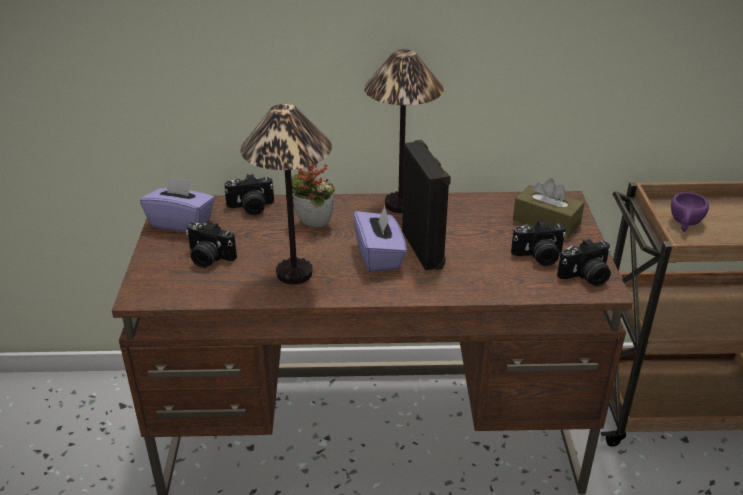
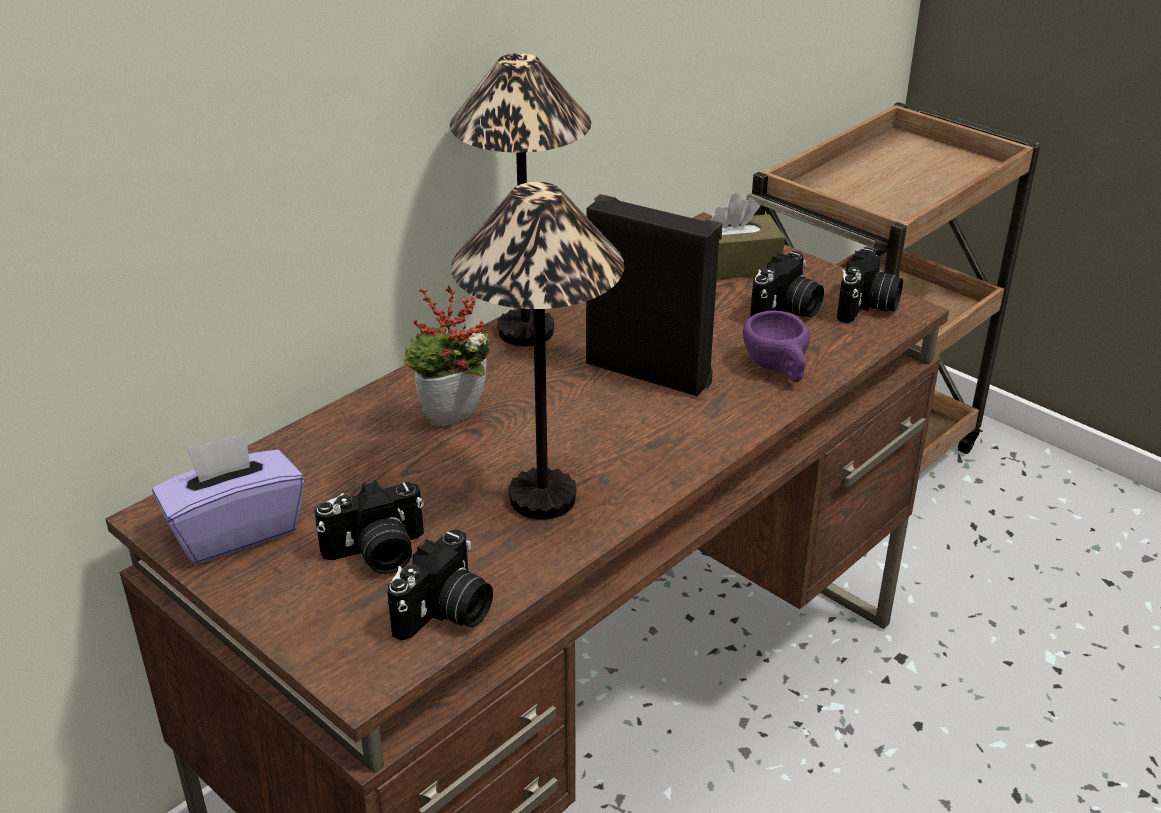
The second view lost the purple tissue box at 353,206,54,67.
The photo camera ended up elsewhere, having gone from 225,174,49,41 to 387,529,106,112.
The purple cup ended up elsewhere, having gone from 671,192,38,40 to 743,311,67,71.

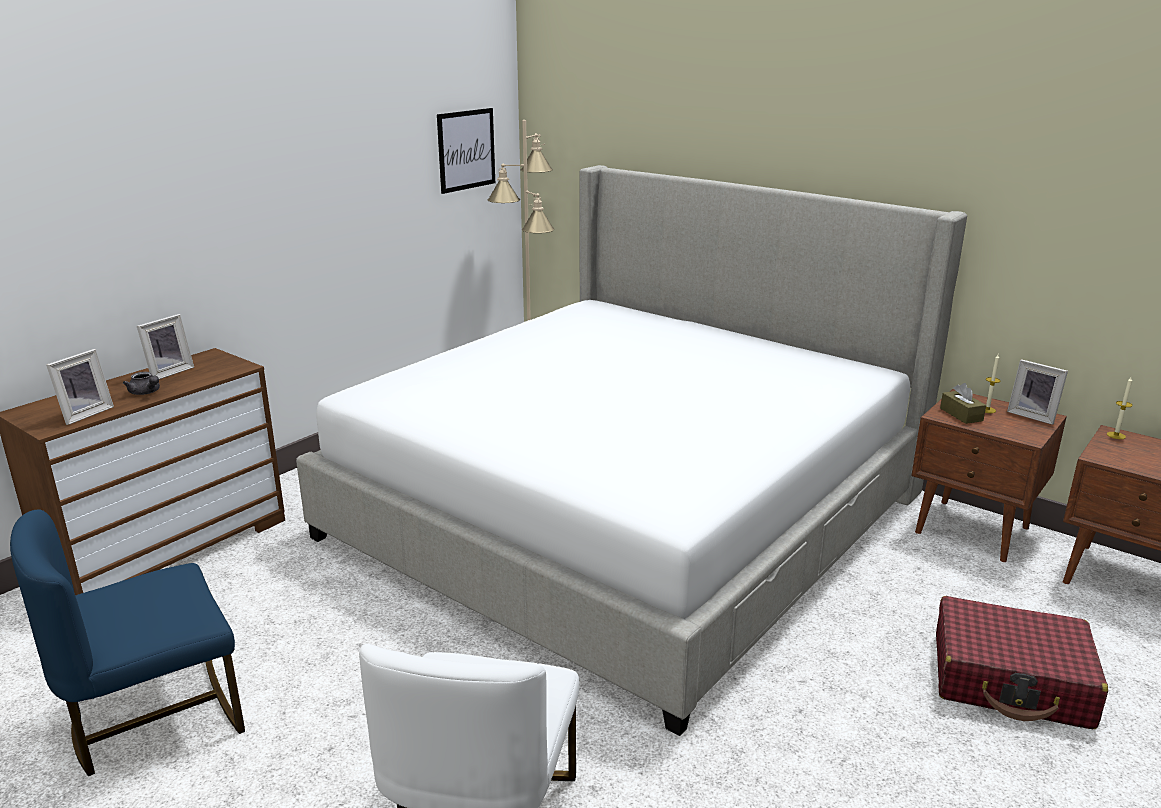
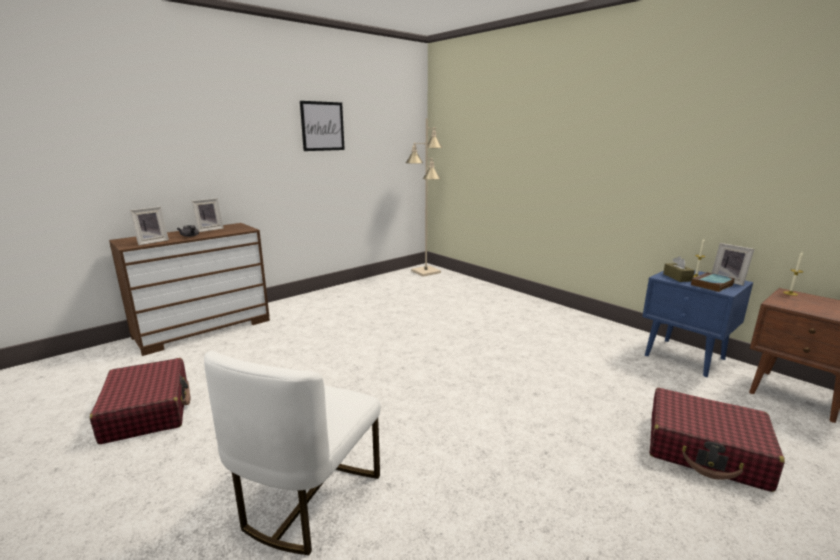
The second view lost the bed at 296,165,671,571.
The second view gained the book at 691,272,44,20.
The picture ended up elsewhere, having gone from 437,108,58,86 to 300,101,45,50.
Where the blue chair stood at 10,509,235,267, the red suitcase came to stand at 90,358,100,86.
What was the brown nightstand at 911,389,156,173 turned into the blue nightstand at 642,270,111,107.

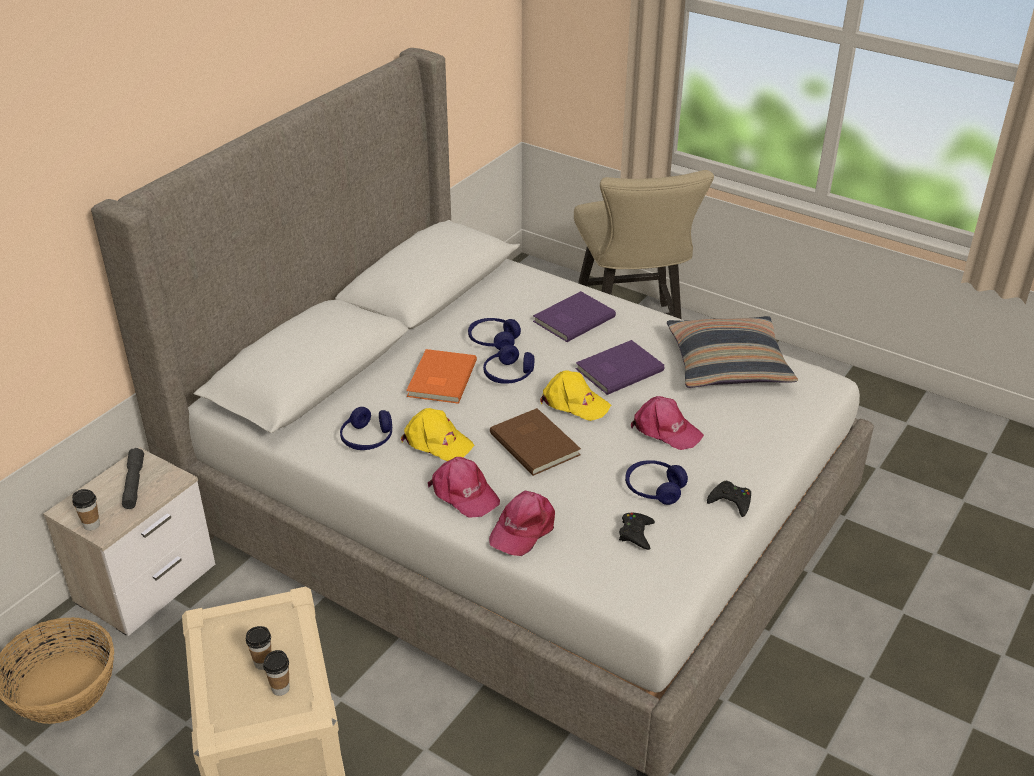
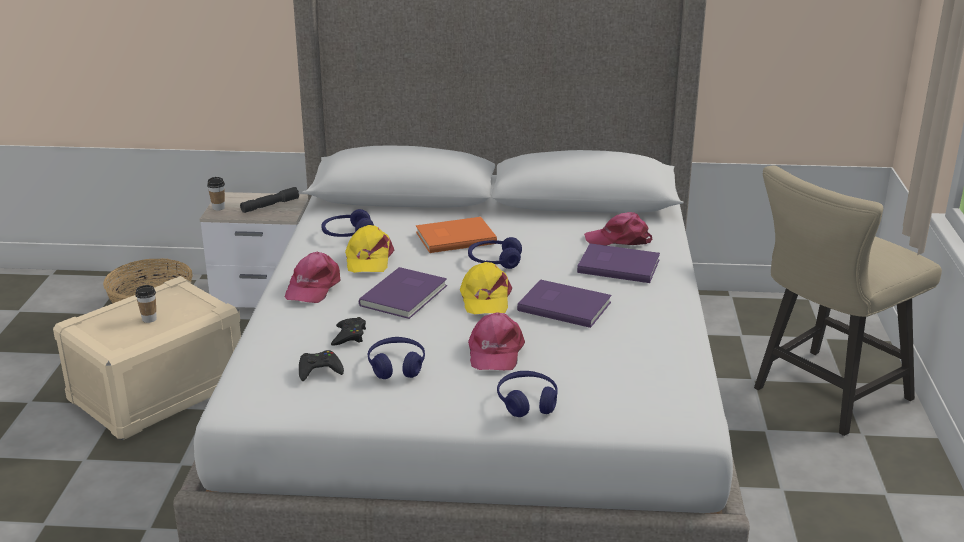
The second view lost the cup at 263,650,27,46.
The second view lost the pillow at 667,316,131,72.
The blue headphones ended up elsewhere, having gone from 468,318,53,32 to 497,371,61,46.
The pink cap ended up elsewhere, having gone from 489,491,66,65 to 584,212,68,34.
The black game controller ended up elsewhere, having gone from 707,481,44,36 to 331,317,35,29.
What was the brown book at 490,408,91,68 turned into the purple book at 359,267,88,52.

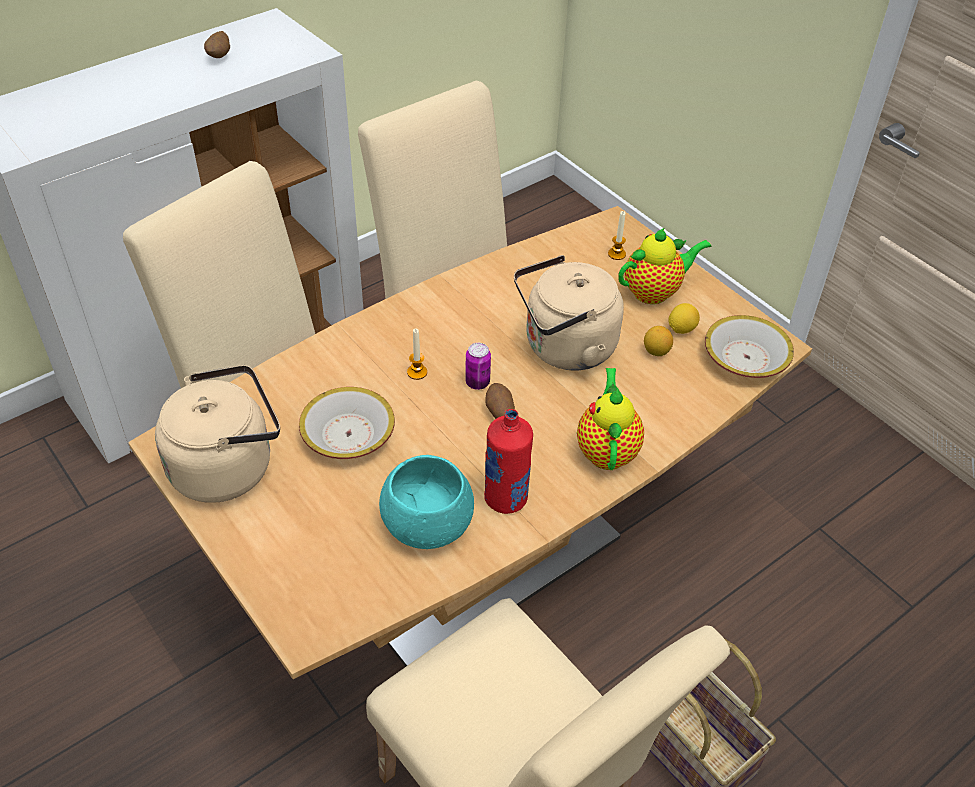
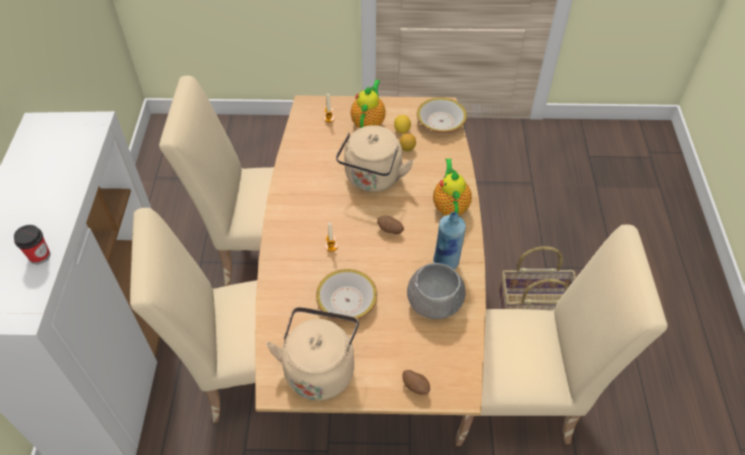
The second view lost the can at 465,343,26,47.
The second view gained the cup at 14,225,36,39.
The potato ended up elsewhere, having gone from 204,31,26,27 to 402,370,28,25.
What was the turquoise bowl at 379,455,95,94 turned into the grey bowl at 407,263,59,56.
What was the red bottle at 484,409,49,105 turned into the blue bottle at 433,212,33,57.
The teapot at 577,368,67,102 ended up facing another way, 45 degrees clockwise from before.

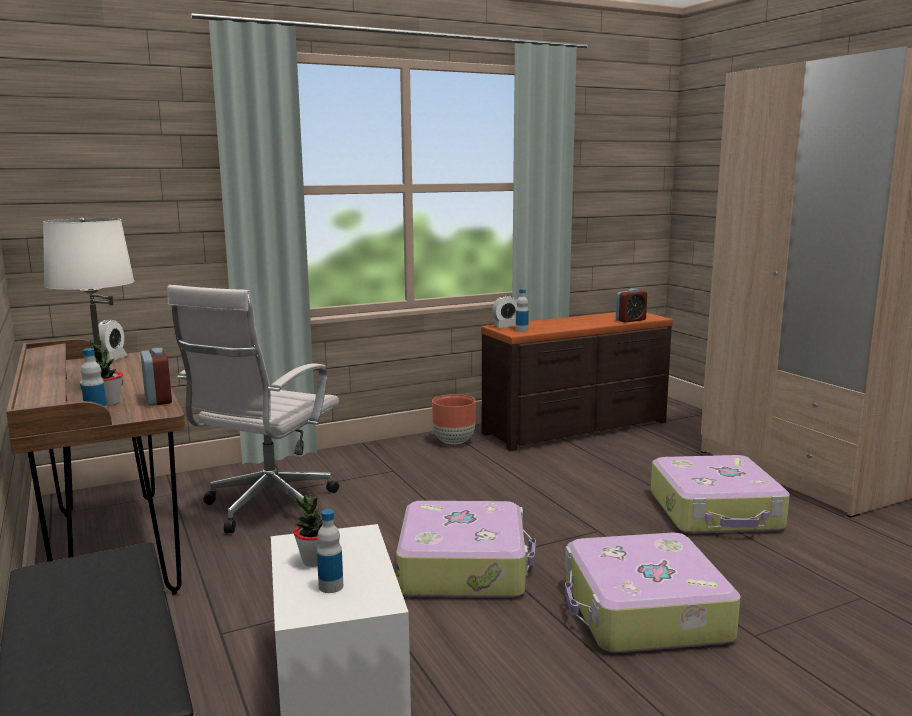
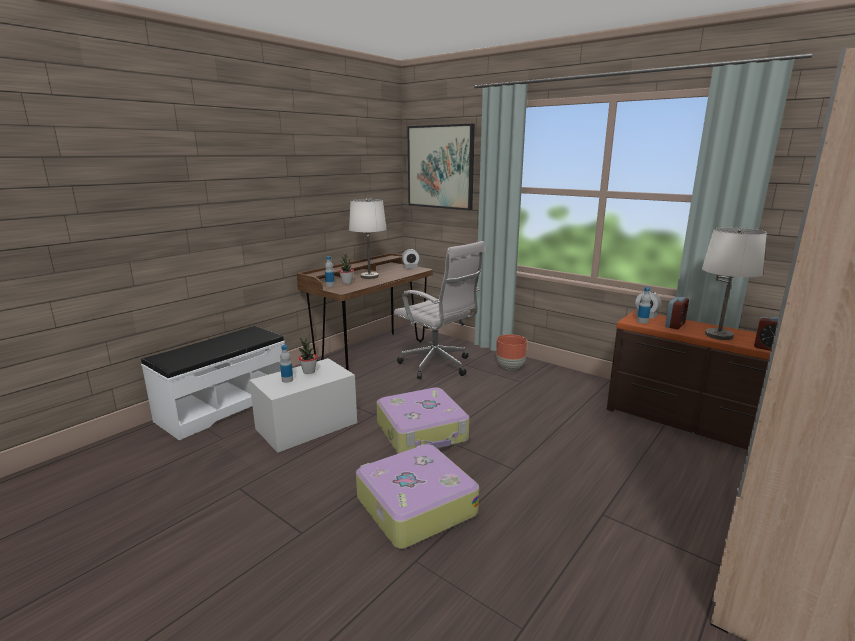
The second view lost the suitcase at 651,455,139,79.
The second view gained the picture at 407,124,68,86.
The second view gained the white table lamp at 702,228,65,112.
The alarm clock ended up elsewhere, having gone from 140,348,32,58 to 665,297,24,32.
The brown planter ended up elsewhere, having gone from 432,394,44,50 to 496,335,31,35.
The white office chair at 167,285,172,248 ended up facing another way, 135 degrees counterclockwise from before.

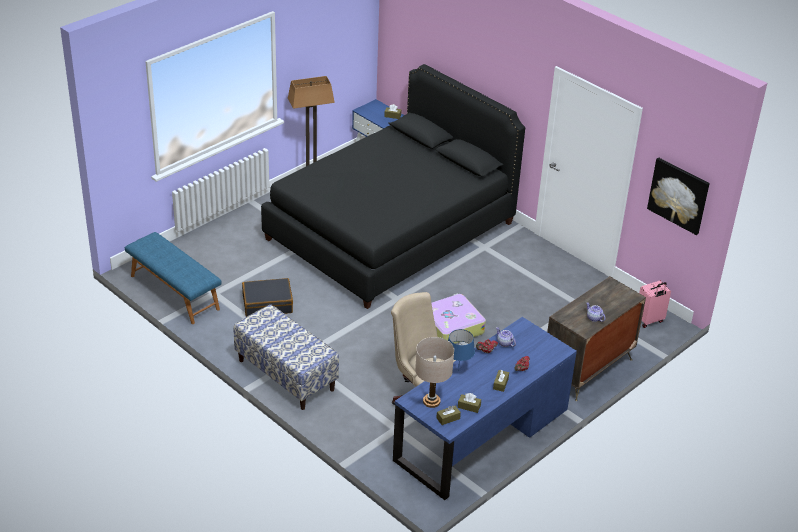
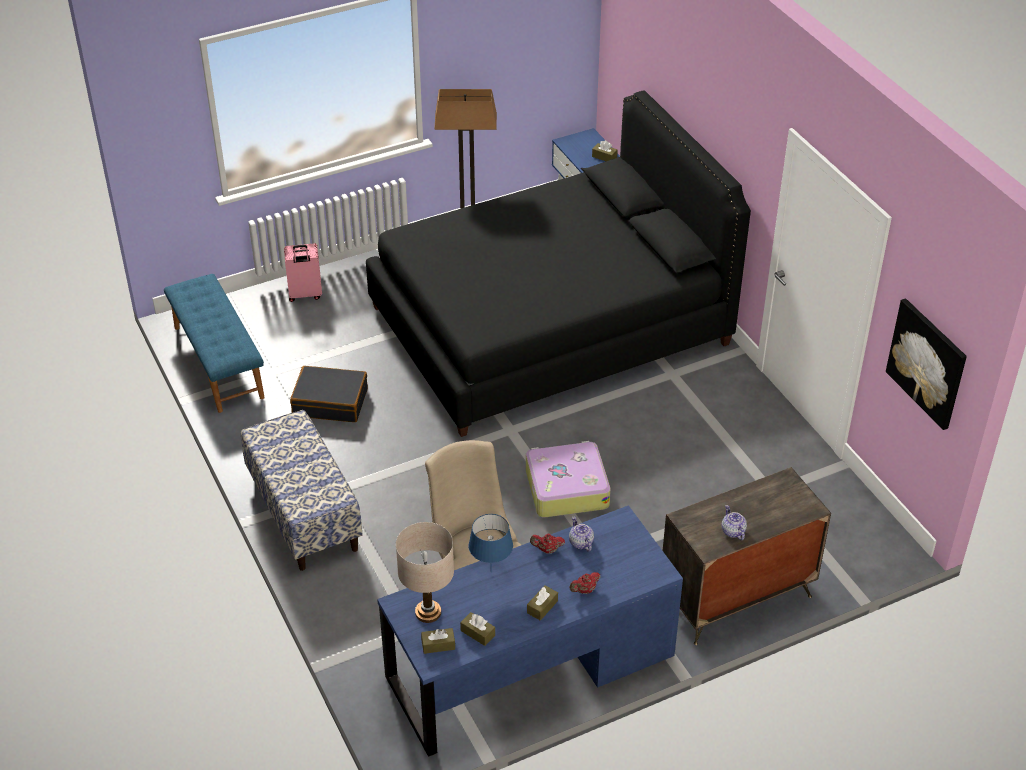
The pink suitcase ended up elsewhere, having gone from 639,281,32,47 to 284,243,38,59.

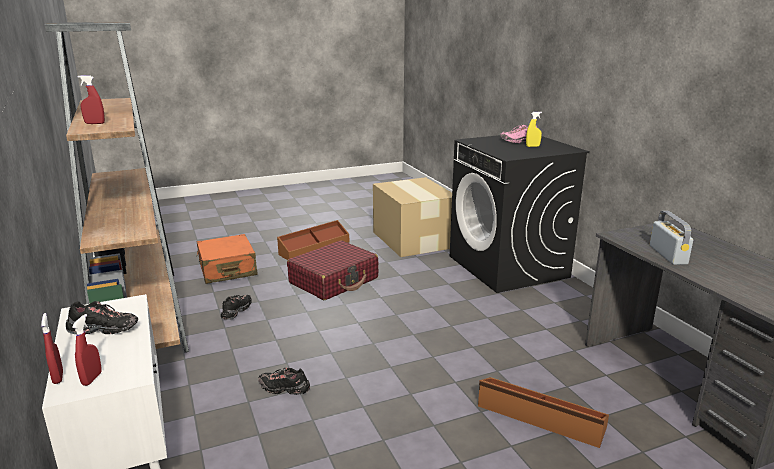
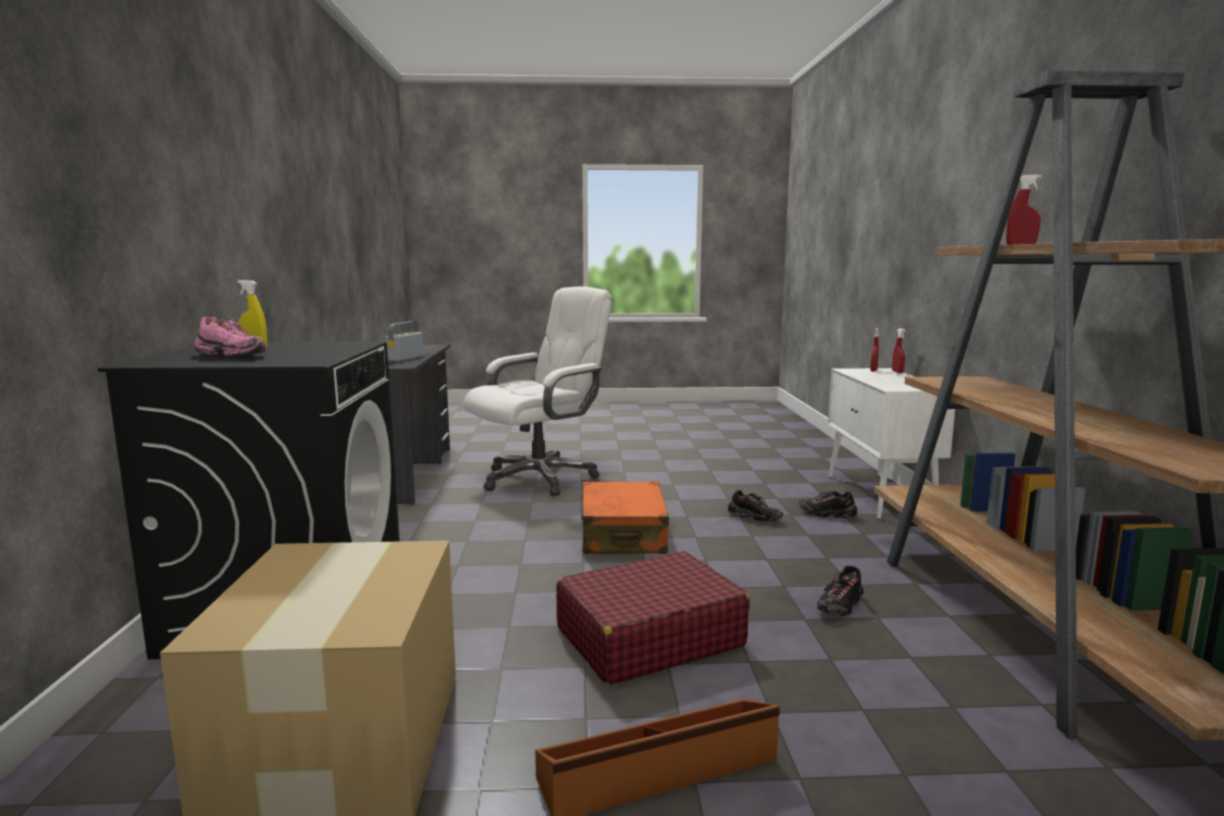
The black shoe ended up elsewhere, having gone from 66,301,72,33 to 799,491,58,27.
The orange suitcase ended up elsewhere, having gone from 197,234,61,50 to 581,482,89,72.
Where the brown storage box stood at 478,377,131,71, the white office chair came to stand at 464,286,148,210.

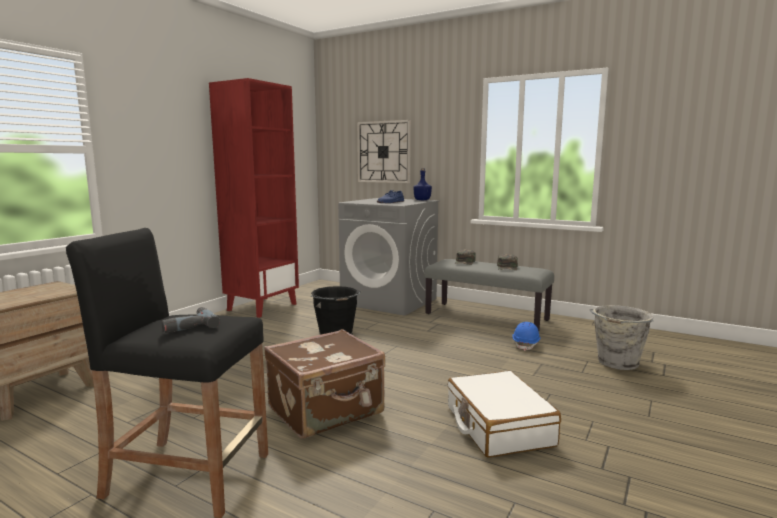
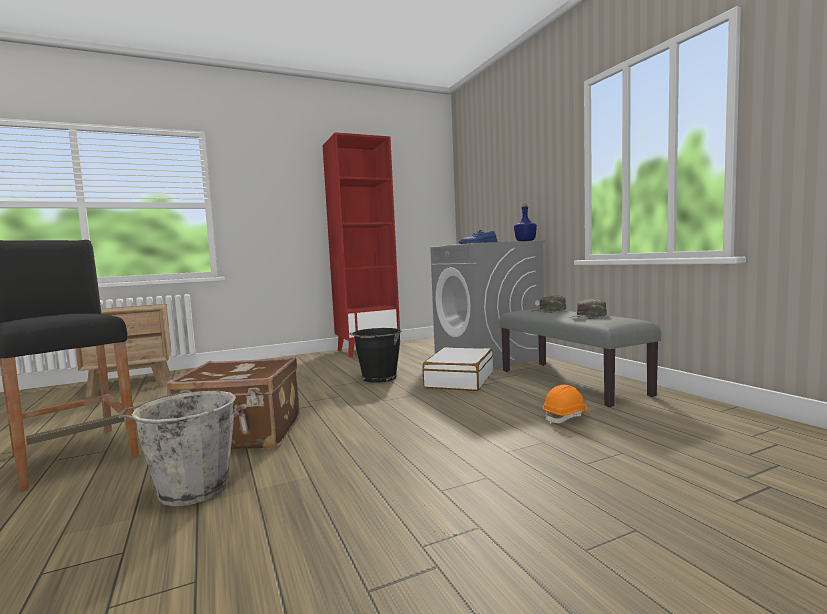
The second view lost the power drill at 162,307,58,26.
The second view lost the wall clock at 357,120,54,63.
The white suitcase ended up elsewhere, having gone from 448,371,113,87 to 422,347,71,44.
The grey bucket ended up elsewhere, having gone from 589,305,64,65 to 117,391,119,115.
What was the blue hard hat at 512,322,29,29 turned into the orange hard hat at 543,385,48,39.

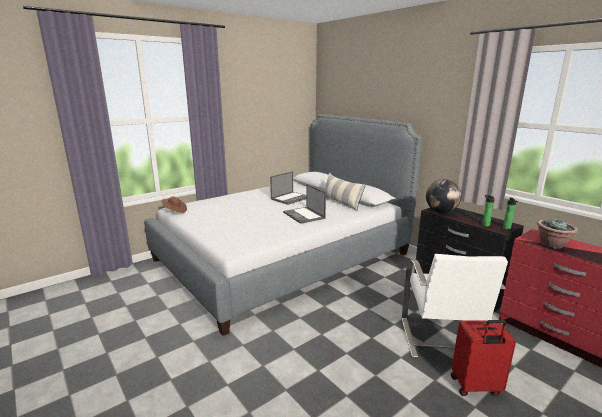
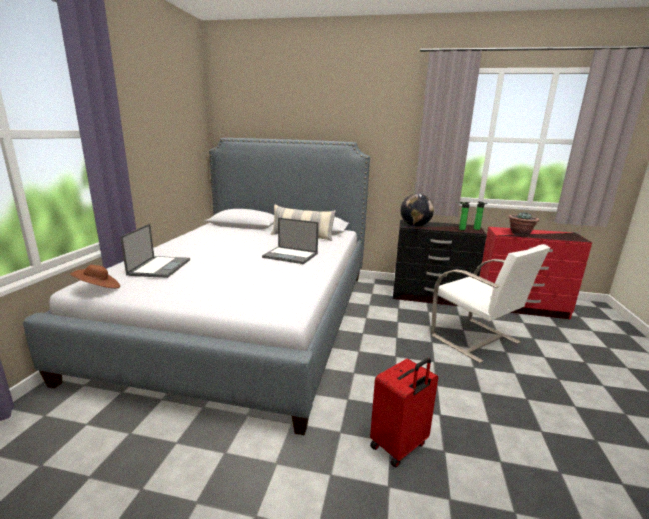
The laptop ended up elsewhere, having gone from 270,171,36,34 to 120,224,70,54.
The red suitcase ended up elsewhere, having gone from 451,320,65,76 to 370,358,68,109.

